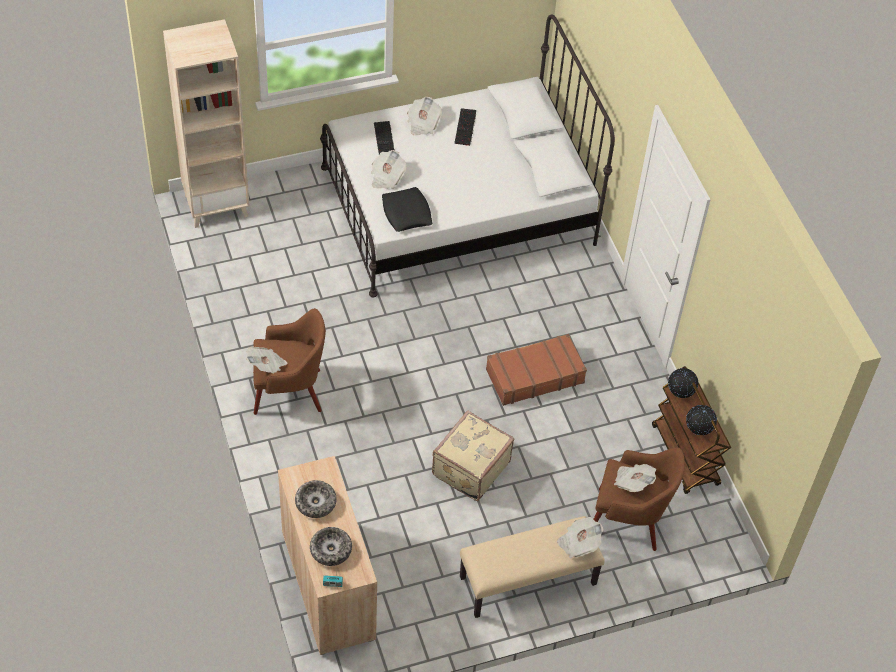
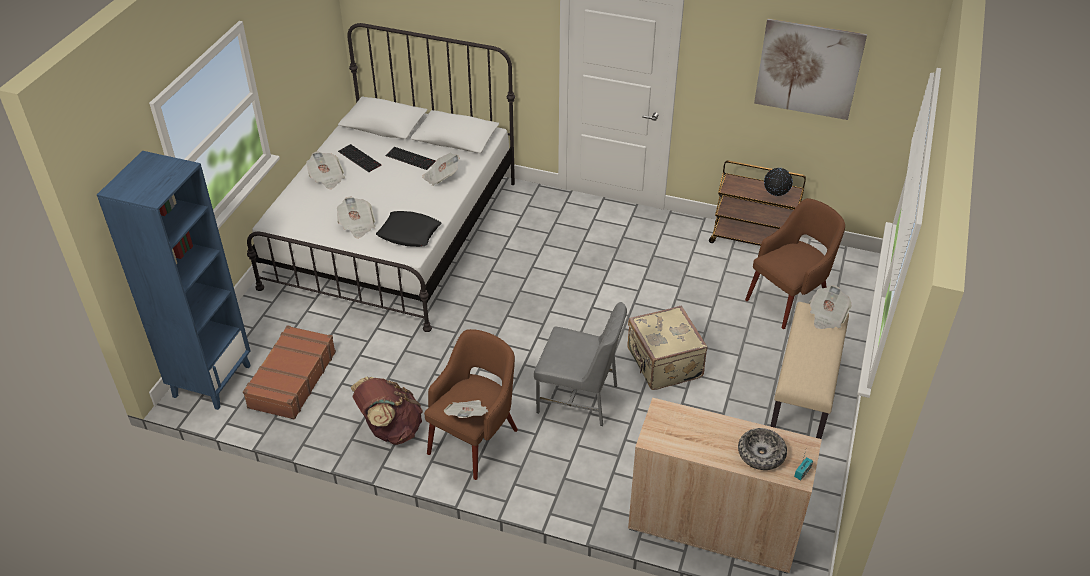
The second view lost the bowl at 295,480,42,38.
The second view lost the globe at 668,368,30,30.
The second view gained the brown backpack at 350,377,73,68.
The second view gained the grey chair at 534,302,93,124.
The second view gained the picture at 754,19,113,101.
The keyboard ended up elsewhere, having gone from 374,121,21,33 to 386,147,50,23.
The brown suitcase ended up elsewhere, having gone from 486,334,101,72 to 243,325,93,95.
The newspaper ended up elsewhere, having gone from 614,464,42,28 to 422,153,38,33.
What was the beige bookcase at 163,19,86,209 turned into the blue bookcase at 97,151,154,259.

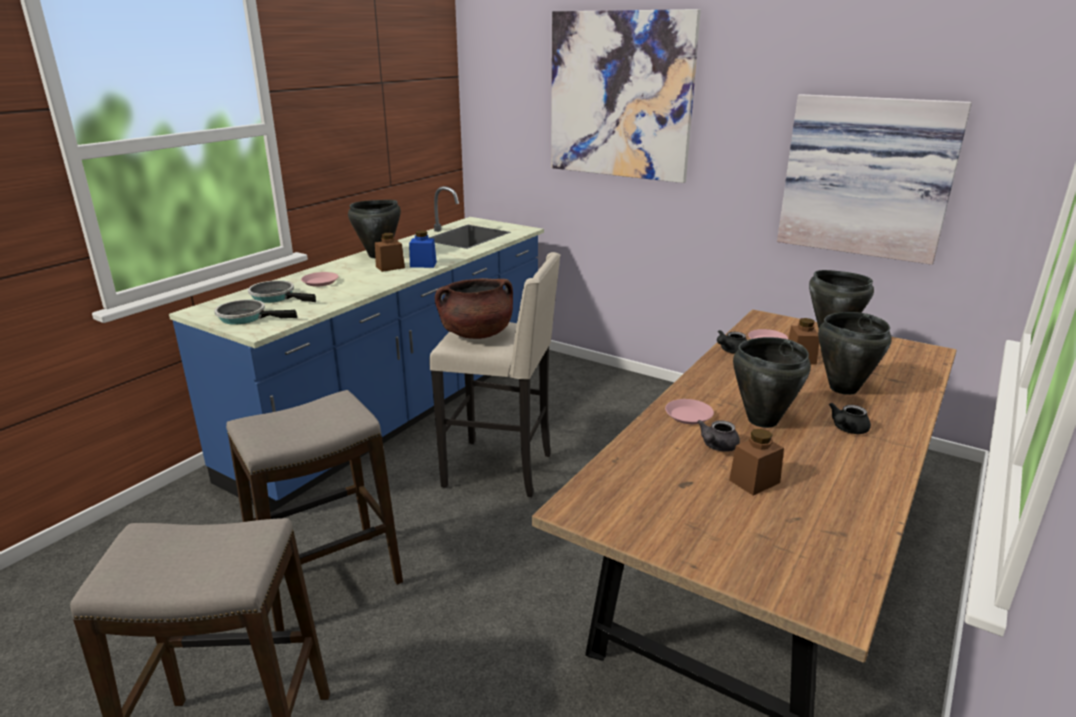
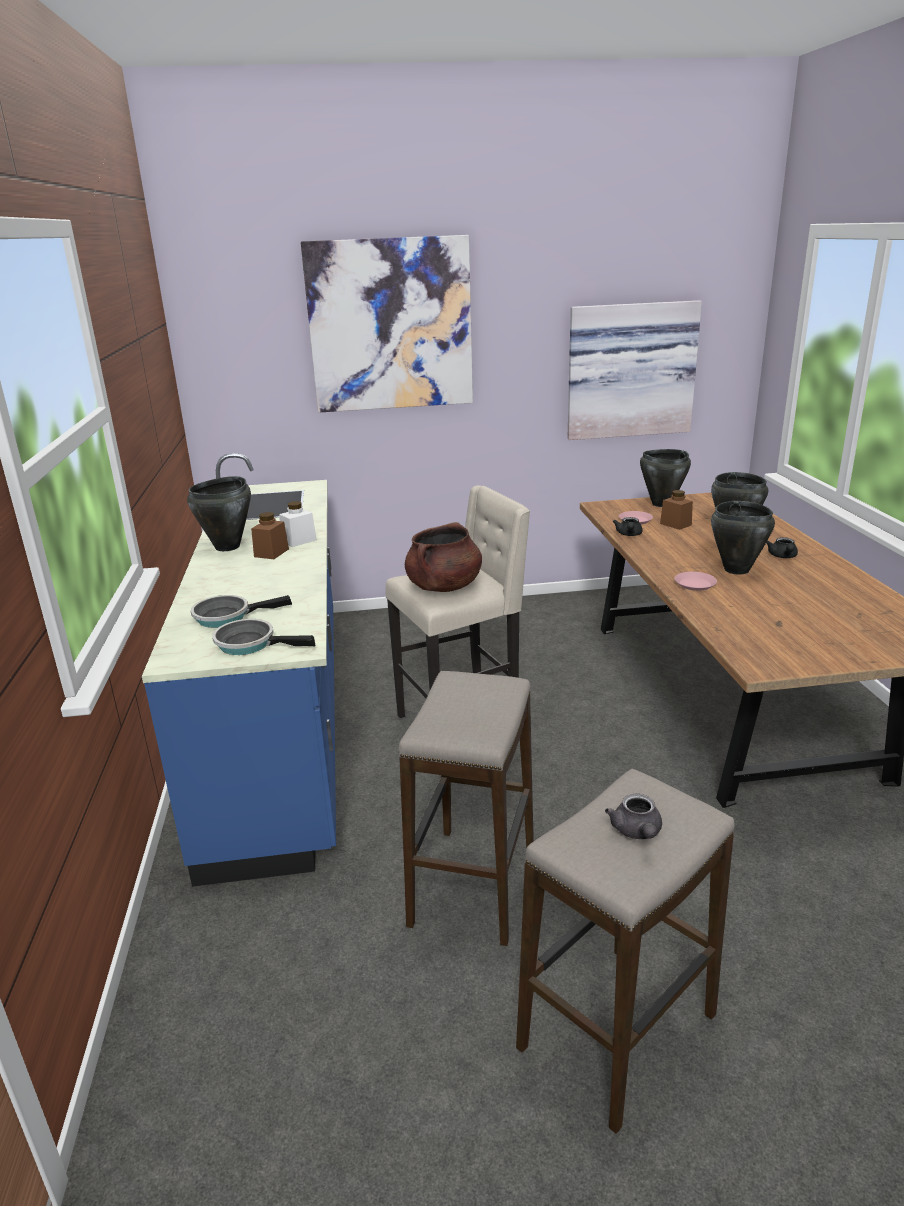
The second view lost the pink plate at 301,272,38,15.
The second view lost the brown jar at 729,429,55,66.
The grey teapot ended up elsewhere, having gone from 697,420,43,32 to 605,794,57,45.
What was the blue jar at 409,230,28,38 turned into the white jar at 279,501,38,46.
The frying pan at 214,299,83,26 ended up facing another way, 45 degrees clockwise from before.

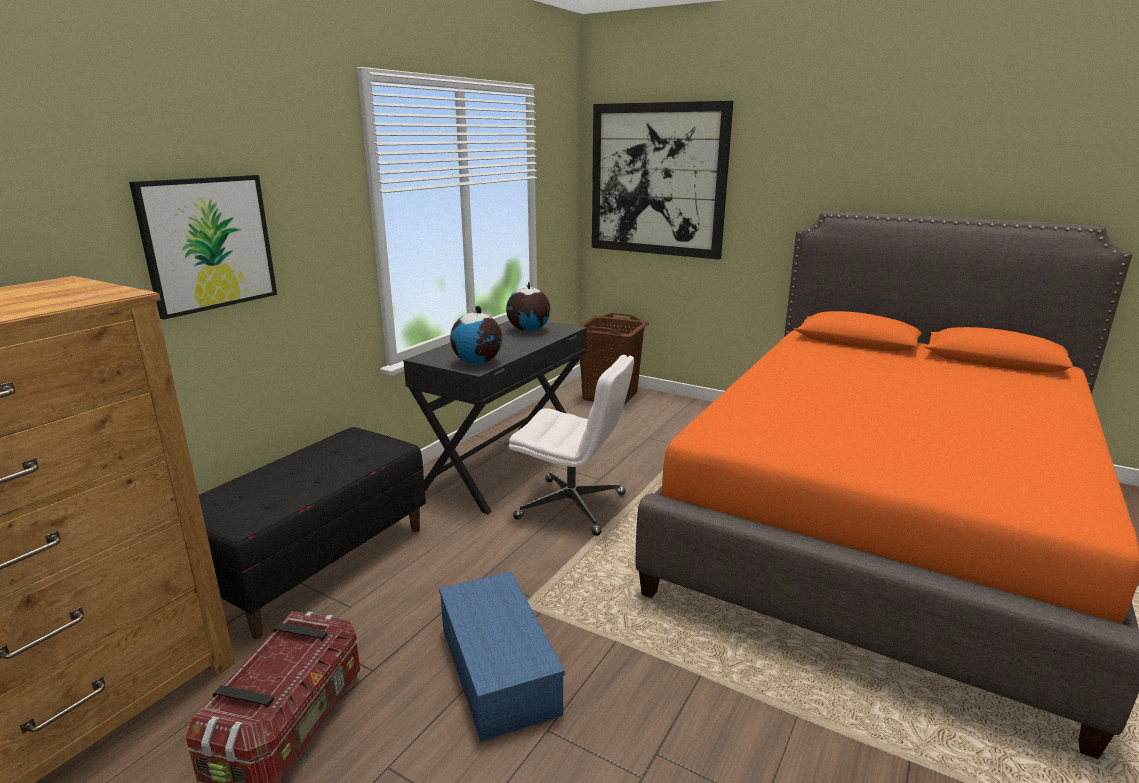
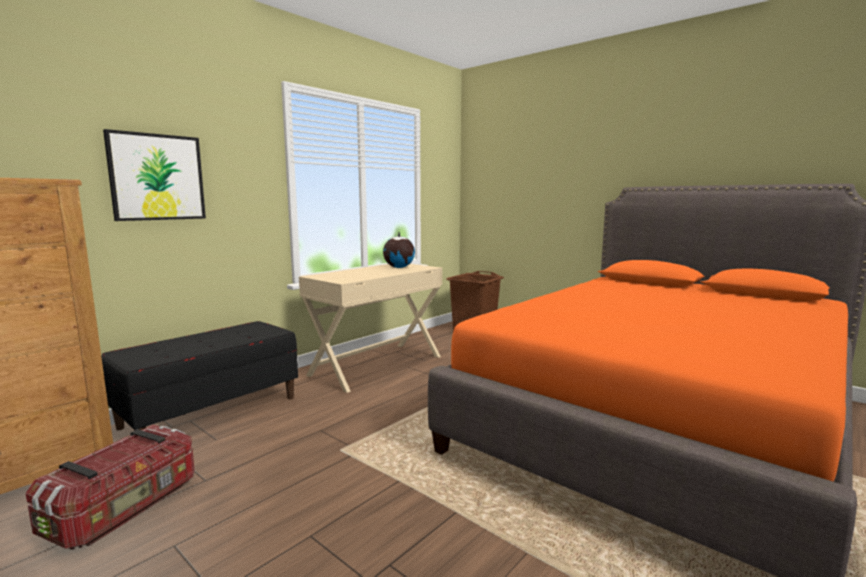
The second view lost the blue storage box at 439,571,126,171.
The second view lost the globe at 450,306,52,58.
The second view lost the white office chair at 509,354,125,182.
The second view lost the picture at 592,101,141,159.
What was the black desk at 403,321,184,193 turned into the beige desk at 299,264,143,129.

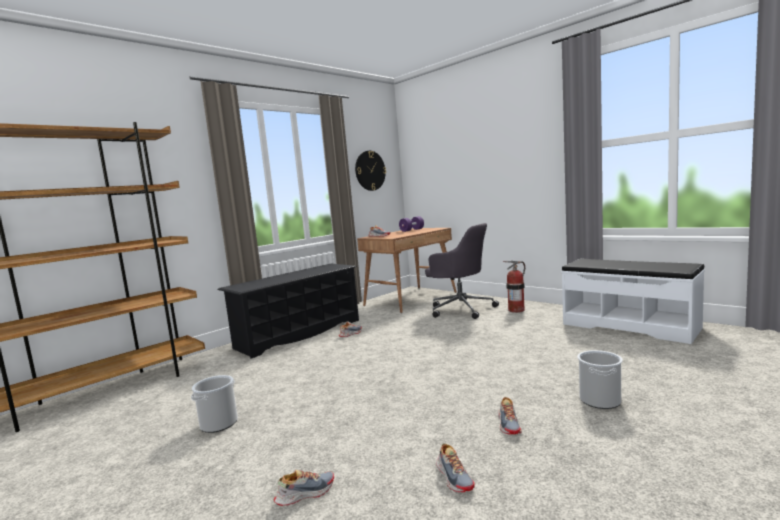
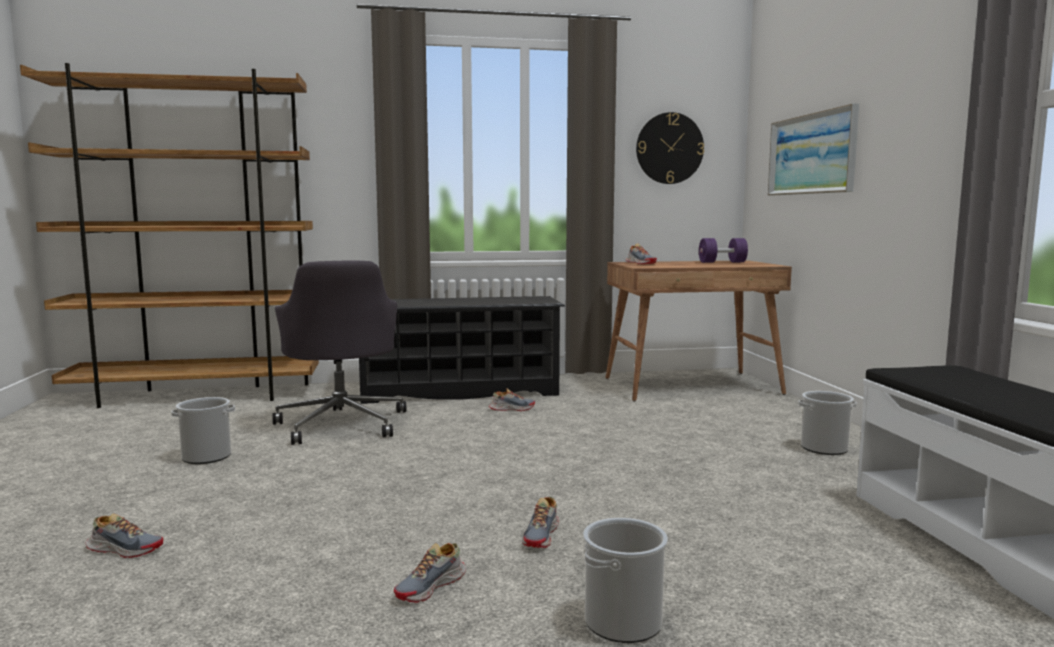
The second view gained the picture at 768,103,91,92.
The grey office chair ended up elsewhere, having gone from 425,223,74,96 to 272,261,135,184.
The shoe ended up elsewhere, having gone from 436,443,39,49 to 522,497,37,51.
Where the fire extinguisher stood at 503,261,22,52, the bucket came to stand at 798,391,59,64.

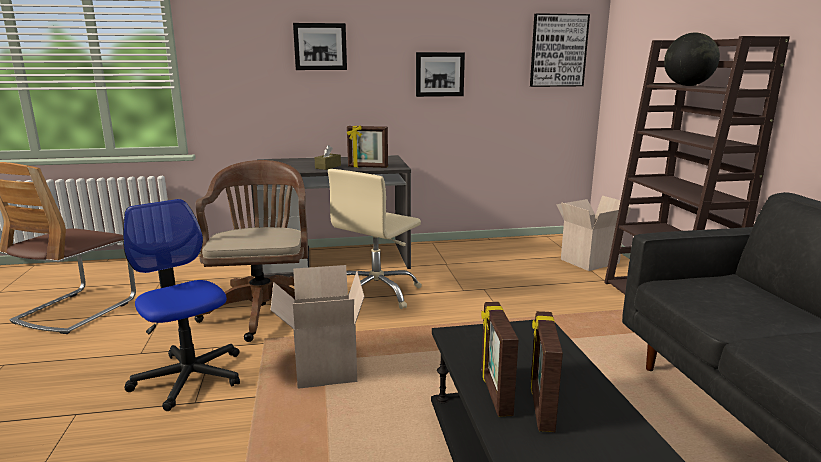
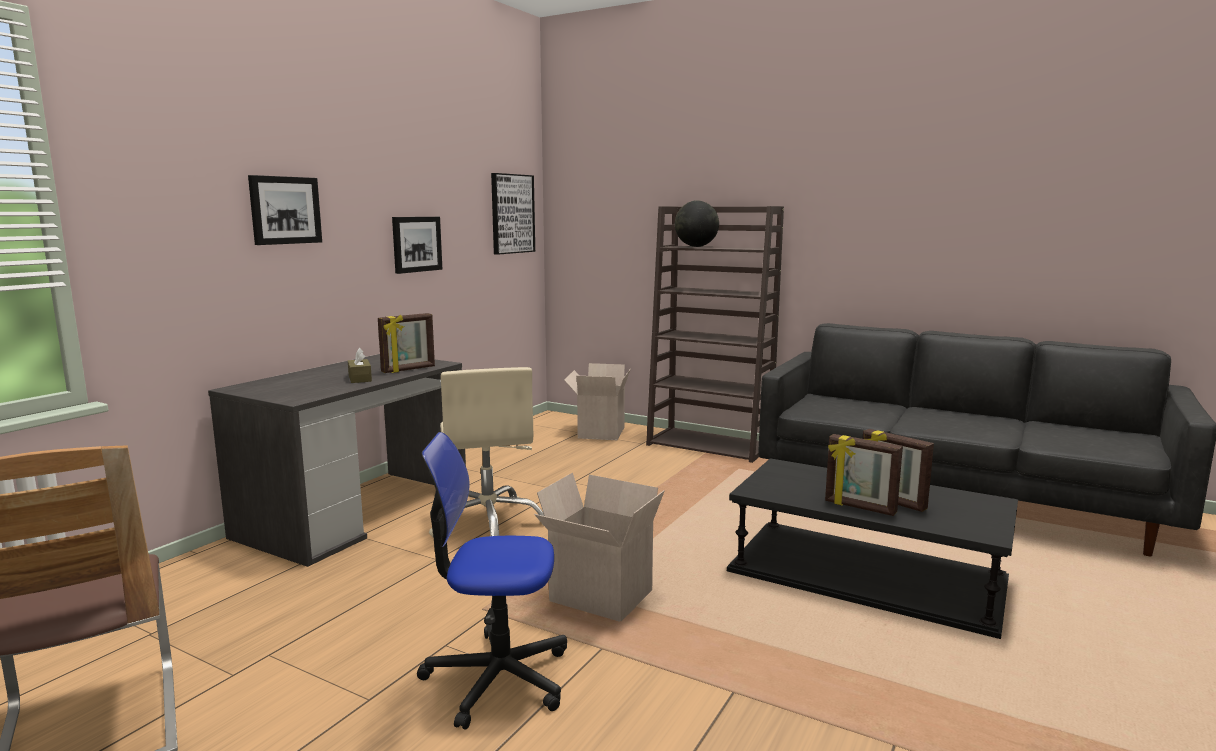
The second view lost the brown office chair at 195,160,113,182.

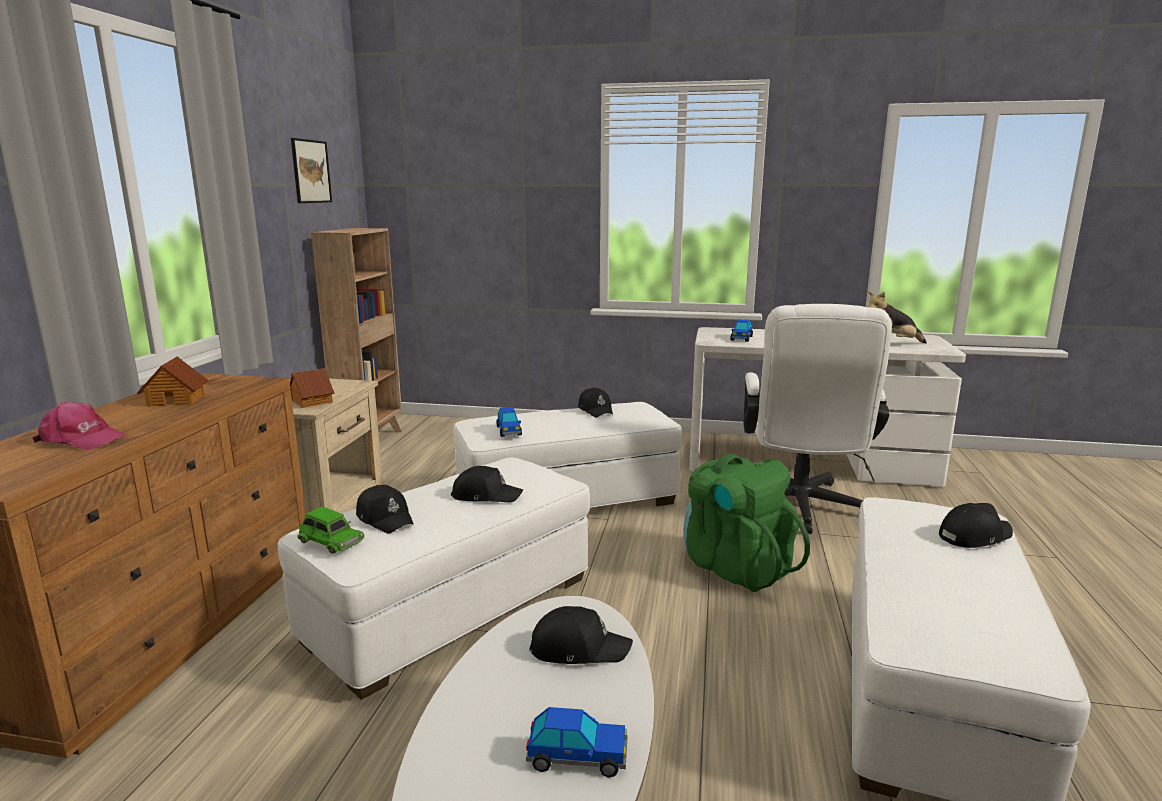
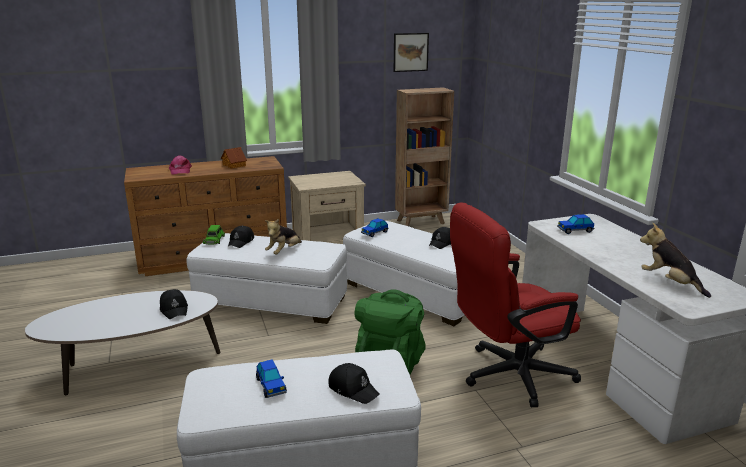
The second view lost the toy house at 290,368,44,40.
The toy car ended up elsewhere, having gone from 526,707,101,71 to 256,359,31,39.
Where the black cap stood at 451,466,72,37, the plush toy came to stand at 265,219,37,35.
What was the white office chair at 743,304,149,230 turned into the red office chair at 450,203,131,204.

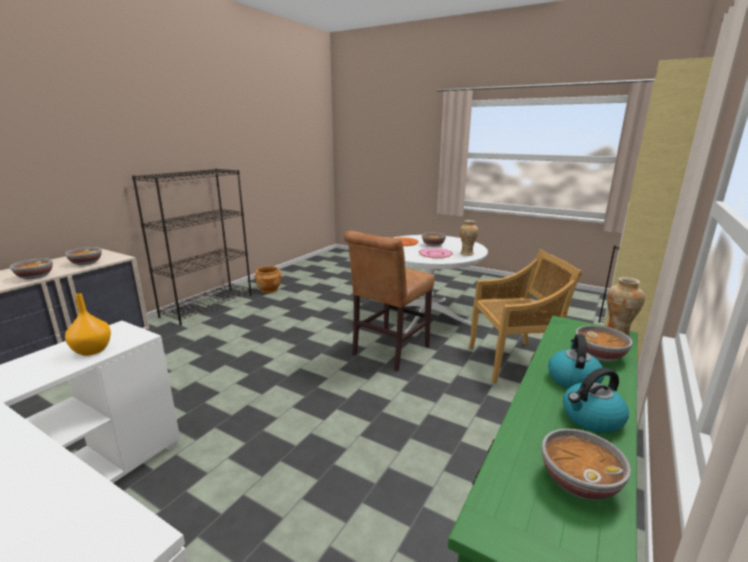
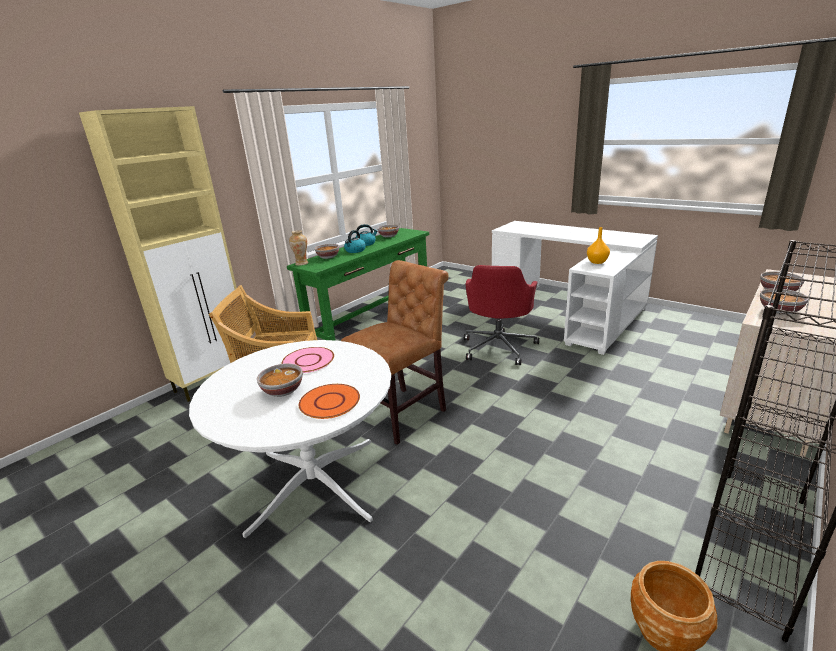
The second view lost the vase at 460,220,18,36.
The second view gained the red office chair at 464,265,75,100.

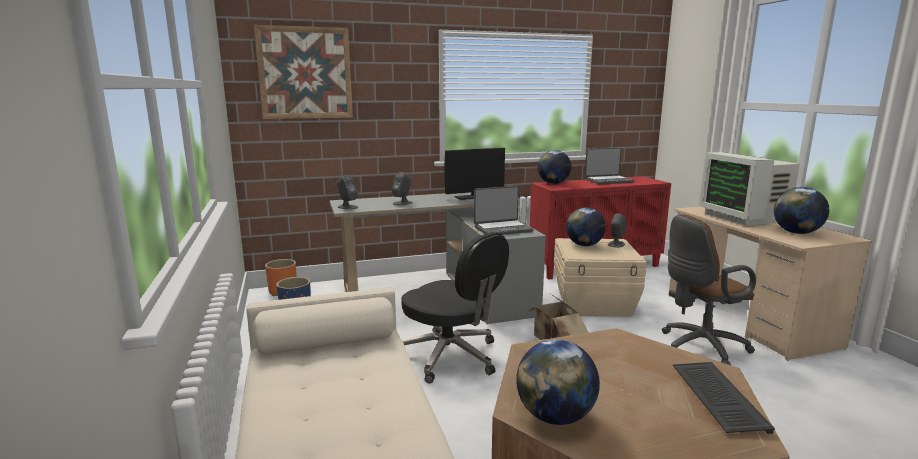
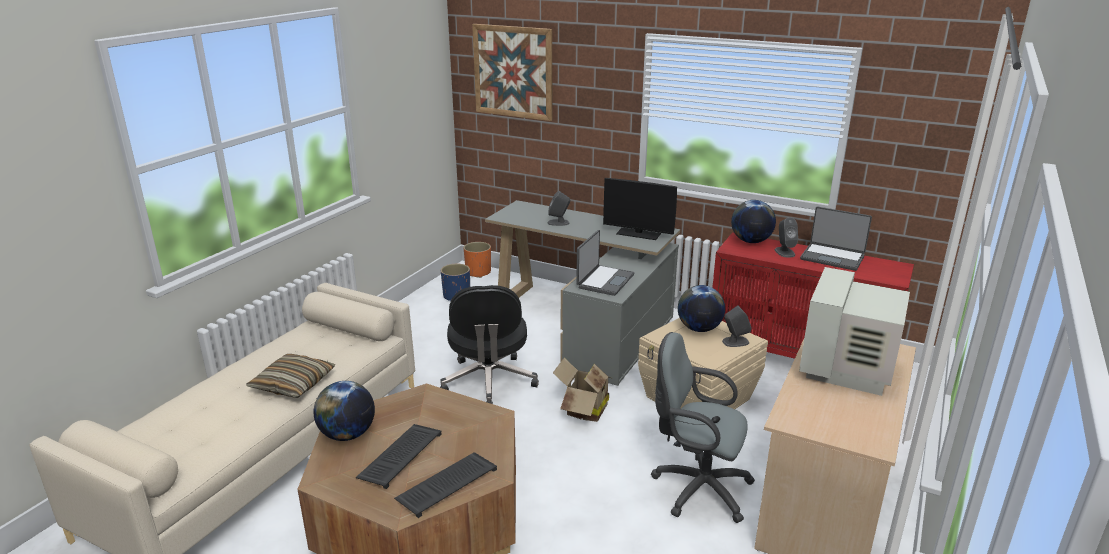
The second view lost the globe at 773,187,56,47.
The second view gained the pillow at 246,354,89,44.
The second view gained the keyboard at 356,424,86,65.
The grey speaker ended up elsewhere, having gone from 337,175,21,35 to 775,217,23,41.
What was the brown office chair at 662,214,94,151 turned into the grey office chair at 651,332,104,191.
The laptop at 474,186,60,49 ended up facing another way, 90 degrees counterclockwise from before.

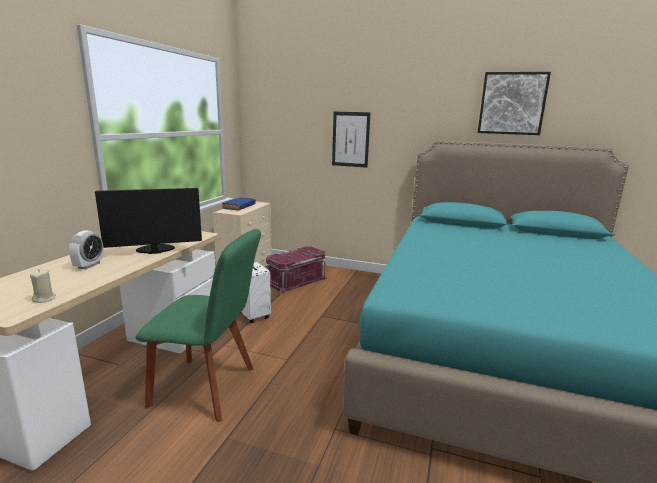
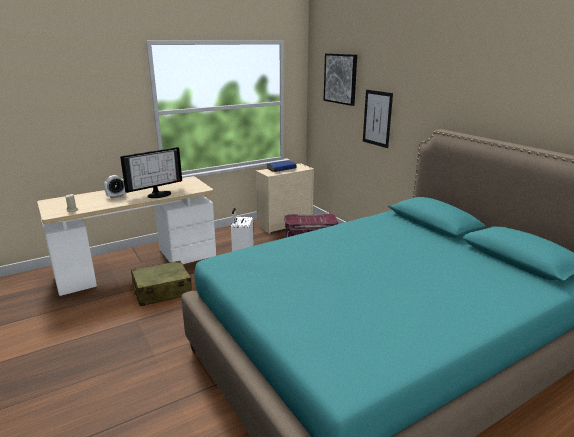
The picture ended up elsewhere, having gone from 478,72,73,63 to 324,53,33,53.
Where the green chair stood at 136,229,125,193, the beige suitcase came to stand at 130,261,62,45.
The monitor at 95,188,107,66 ended up facing another way, 120 degrees clockwise from before.

